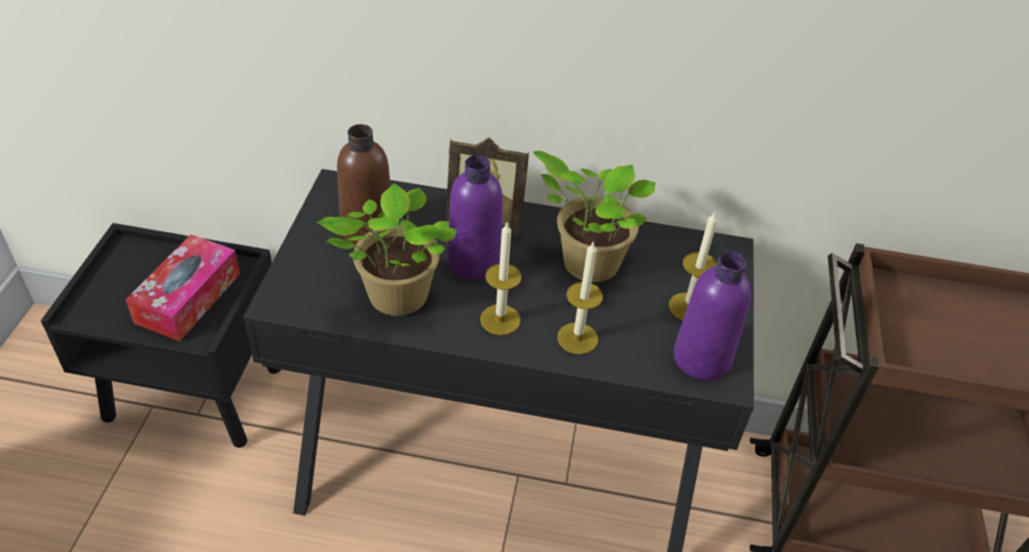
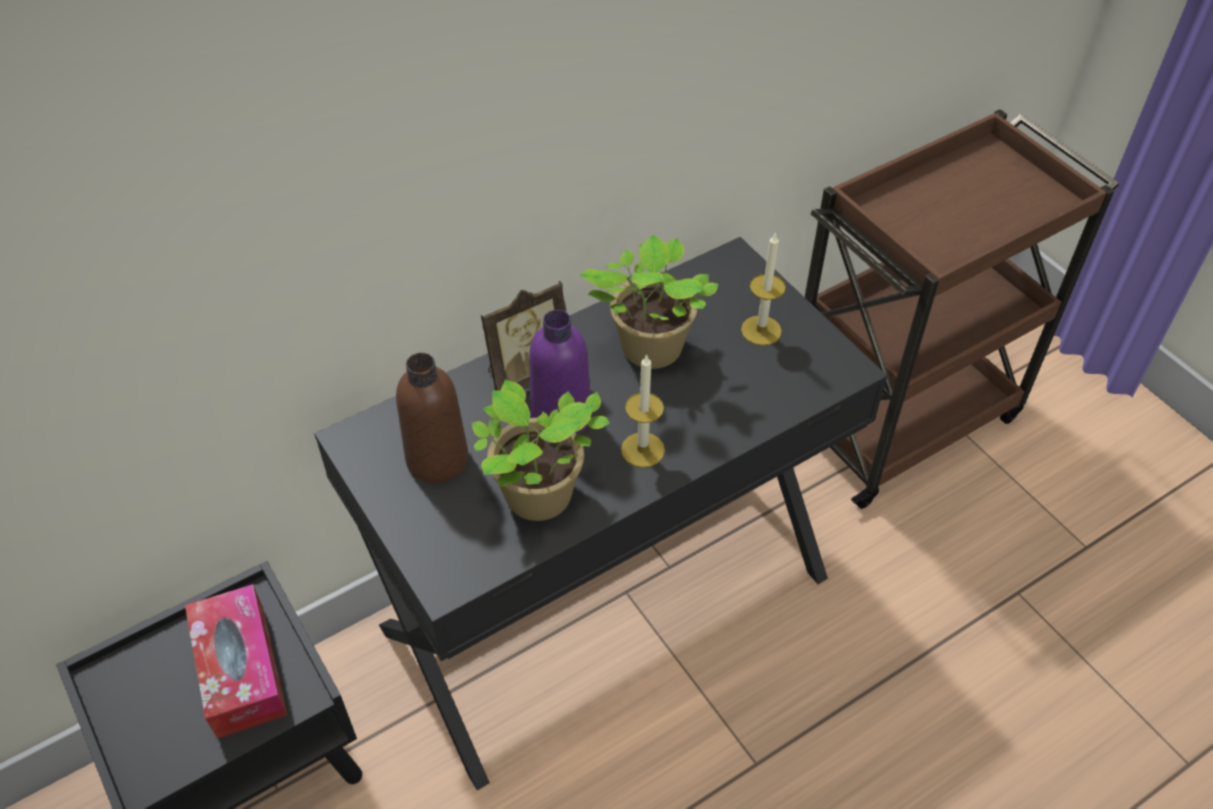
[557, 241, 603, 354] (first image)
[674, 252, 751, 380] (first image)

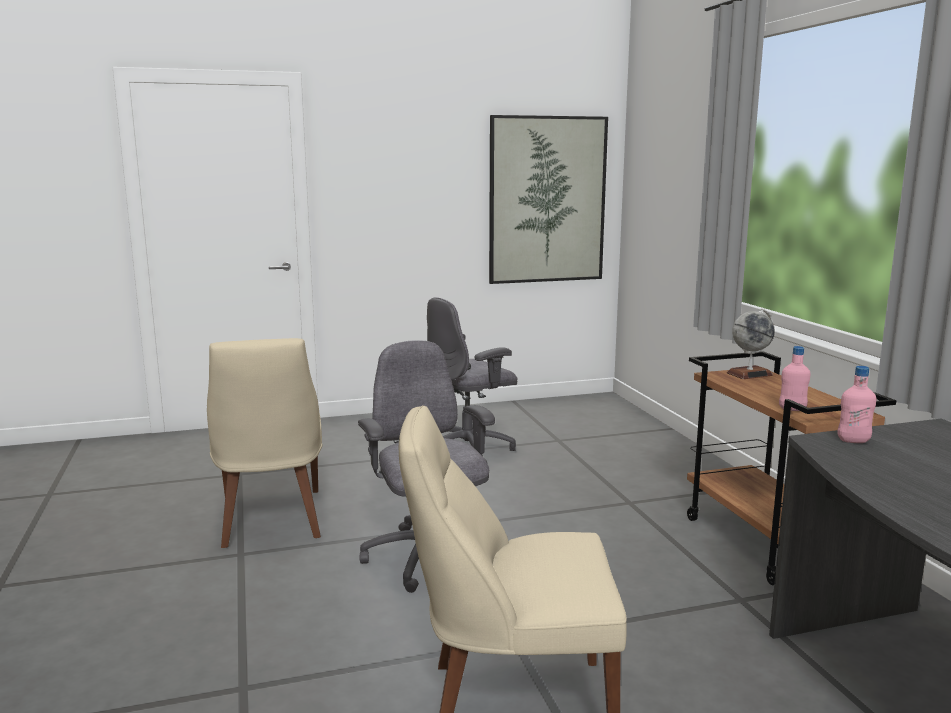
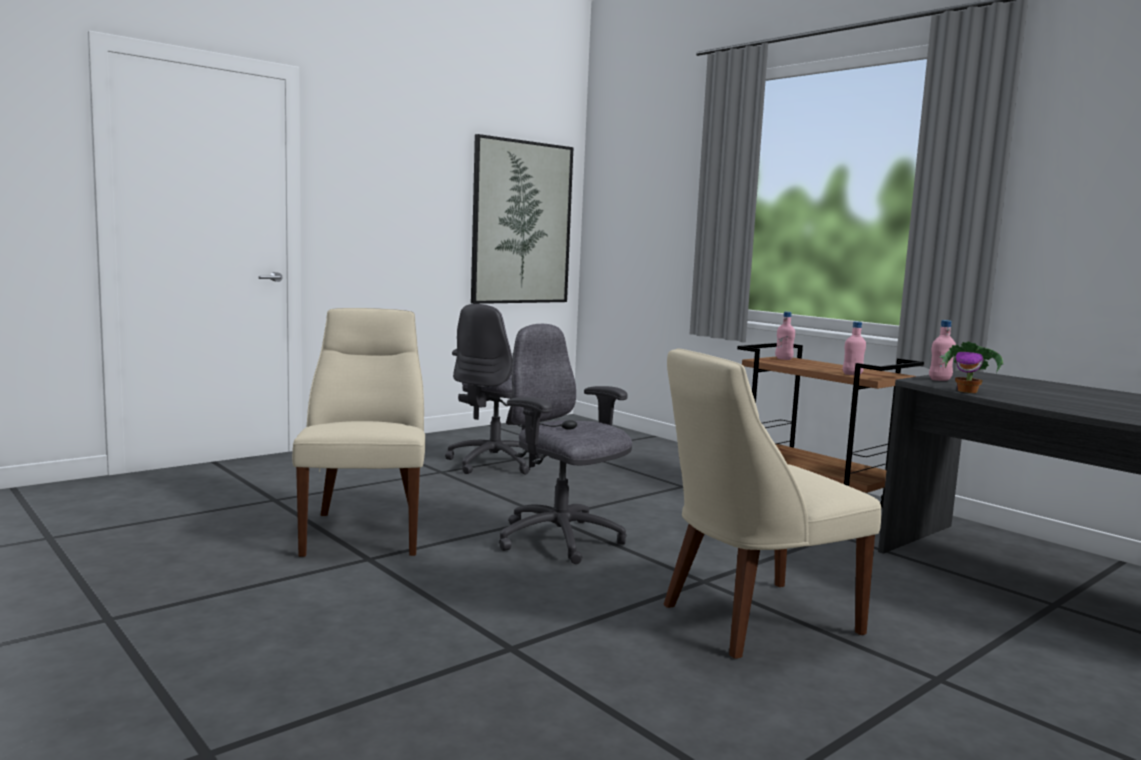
[775, 312, 795, 360]
[292, 308, 425, 557]
[940, 341, 1004, 393]

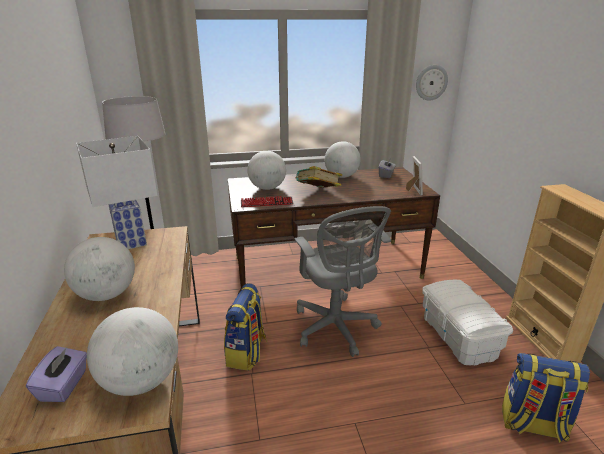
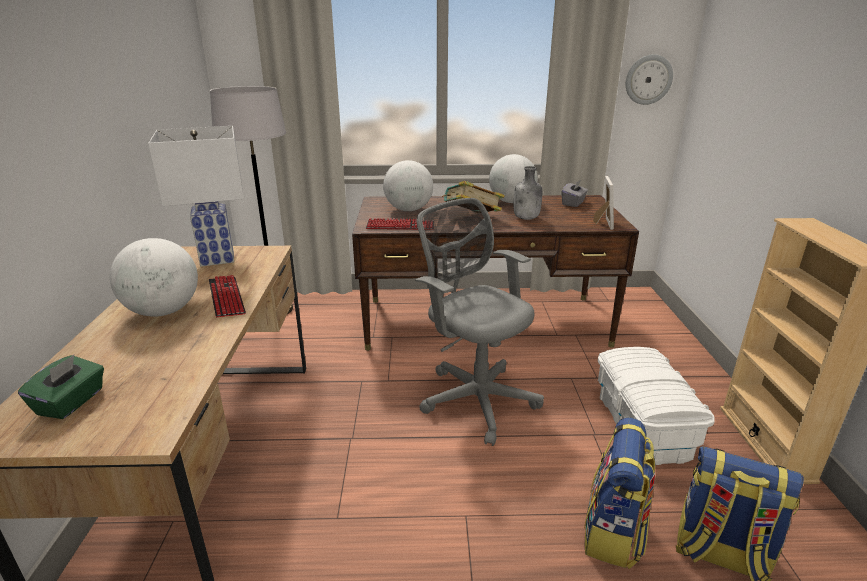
[415, 198, 544, 446]
[584, 417, 656, 569]
[87, 307, 178, 396] (first image)
[18, 355, 104, 419]
[514, 166, 542, 220]
[209, 275, 246, 317]

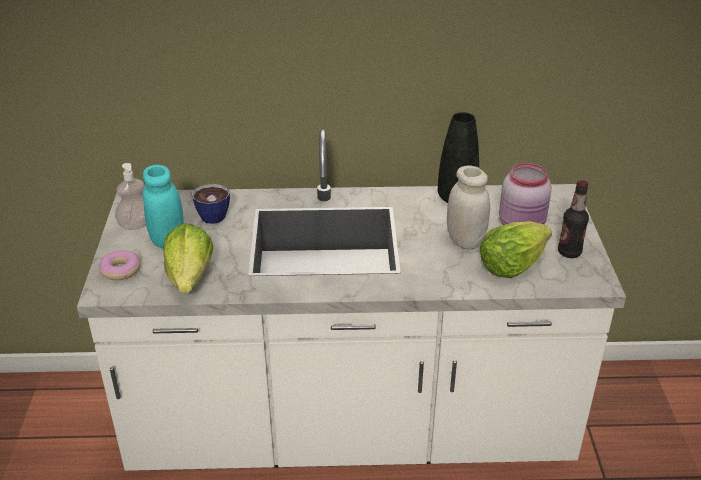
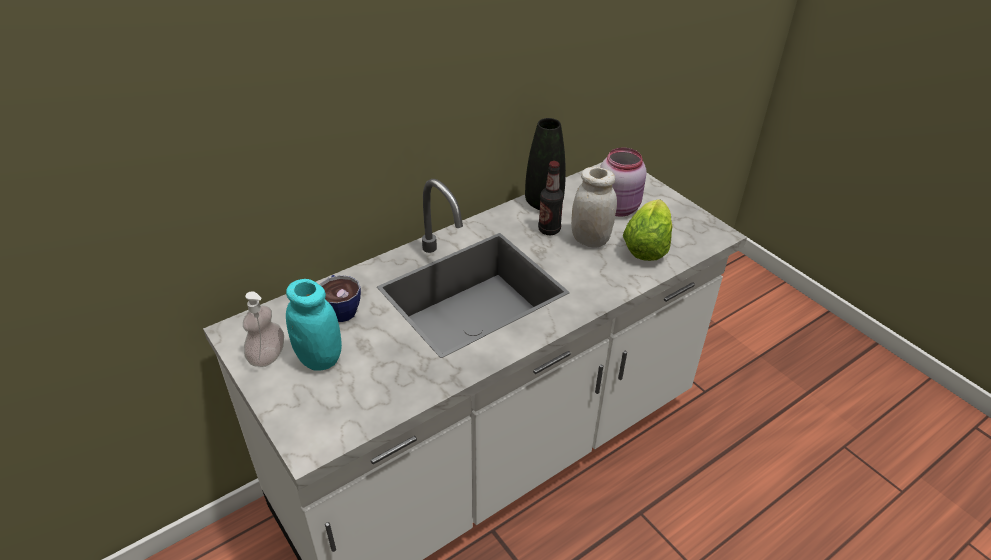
[538, 161, 564, 235]
[163, 223, 213, 293] (first image)
[99, 250, 140, 280] (first image)

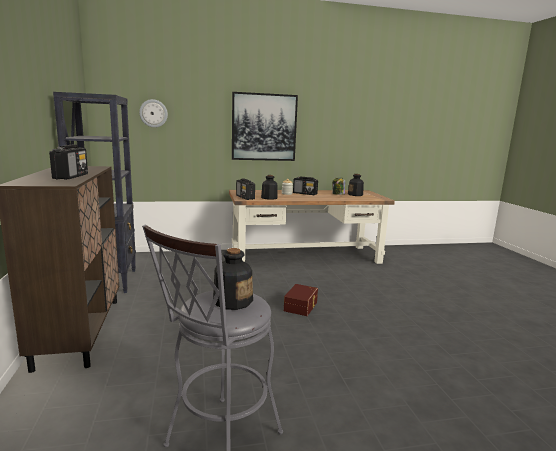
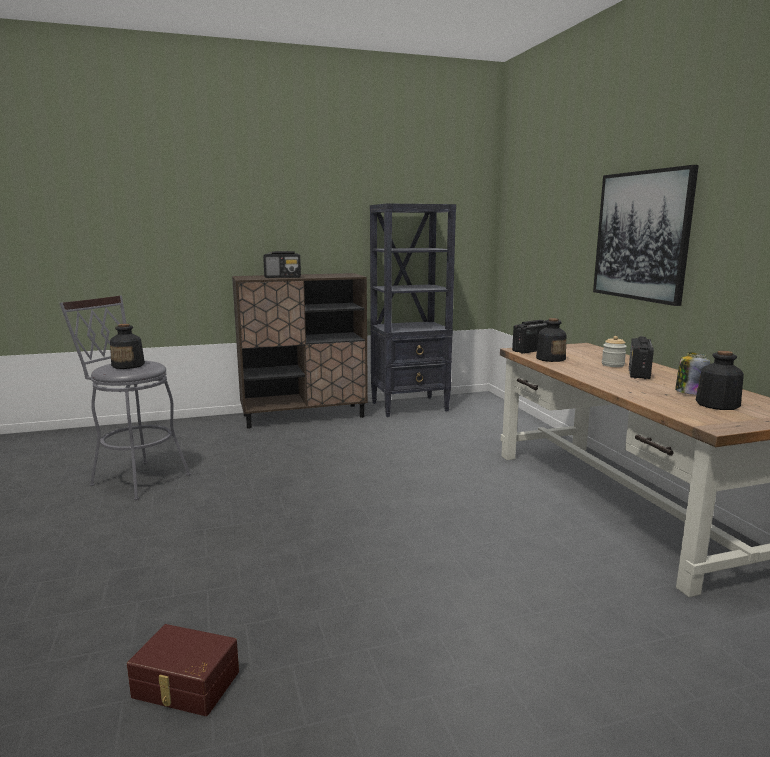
[139, 99, 168, 128] (first image)
[127, 624, 239, 716]

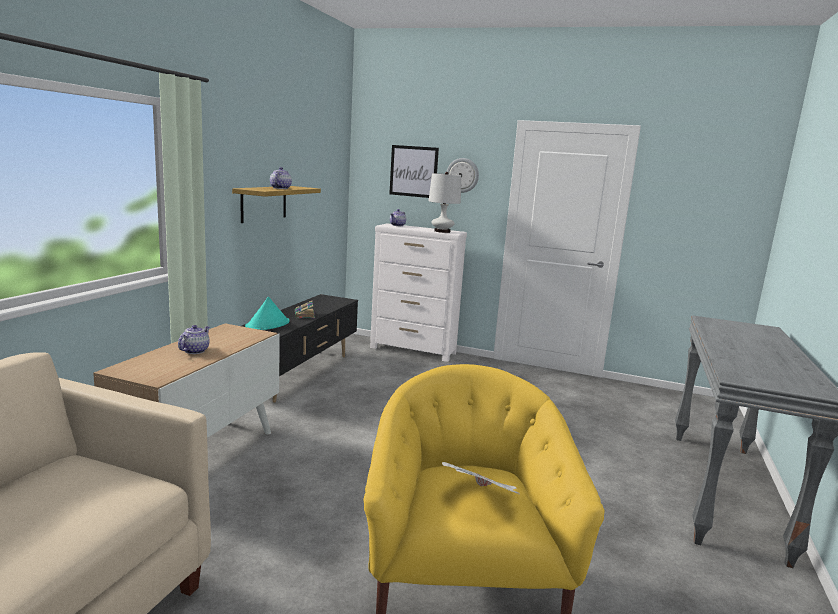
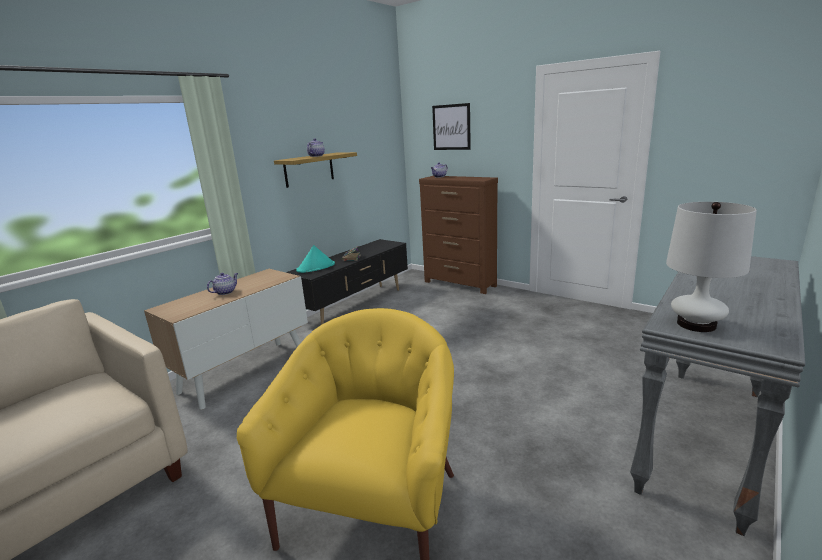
[447, 158, 479, 193] (first image)
[666, 202, 757, 332]
[419, 176, 498, 294]
[442, 462, 520, 495] (first image)

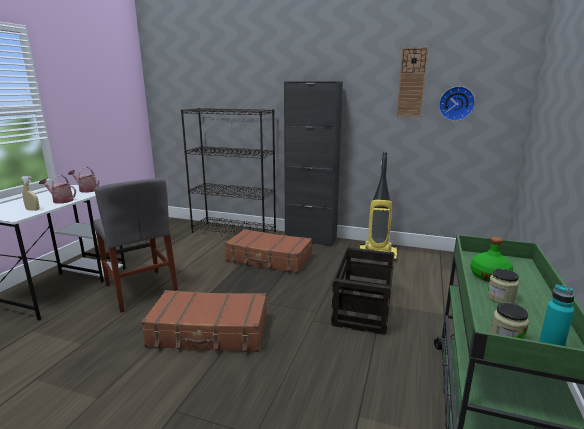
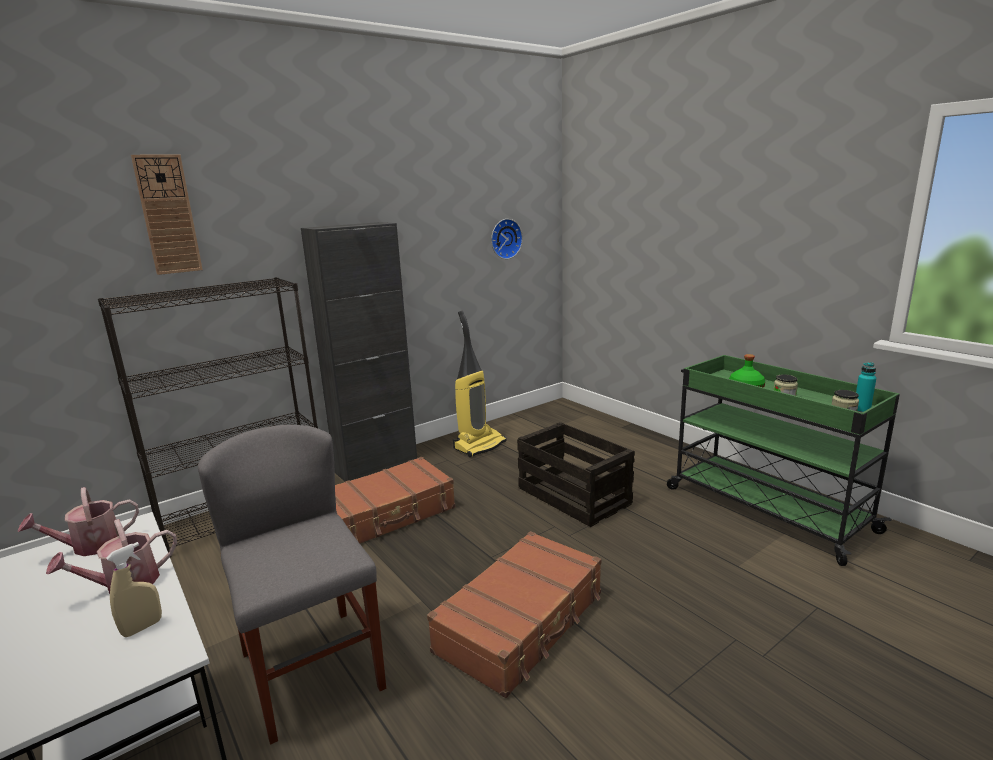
[131, 155, 203, 275]
[198, 425, 386, 745]

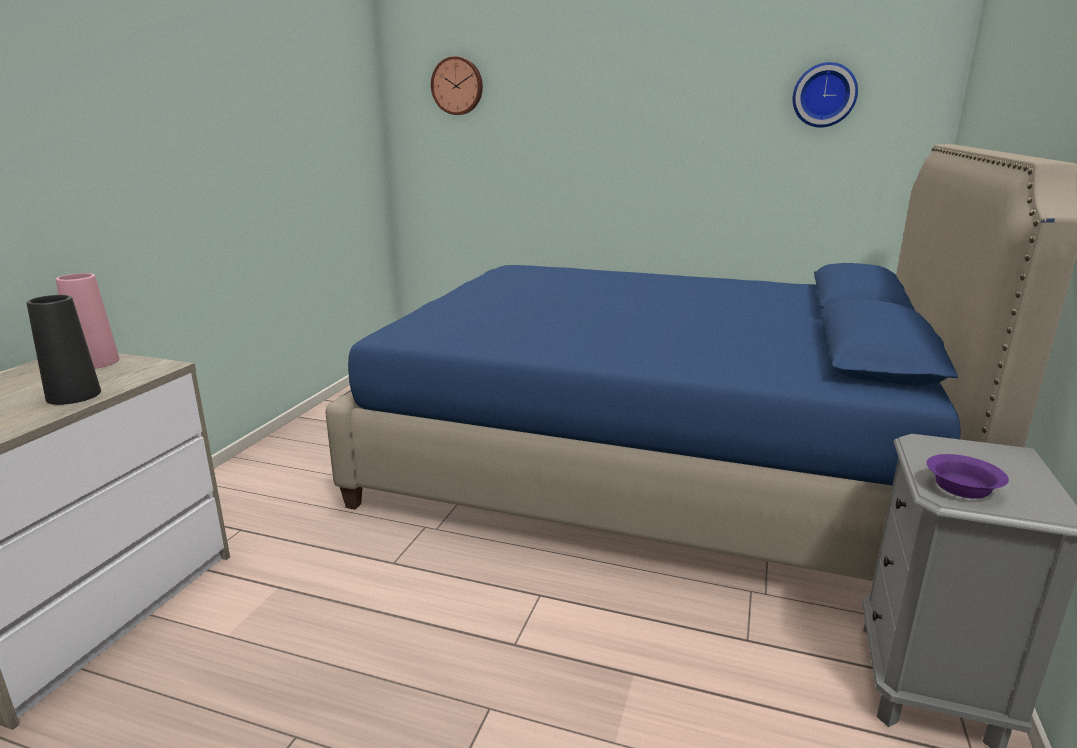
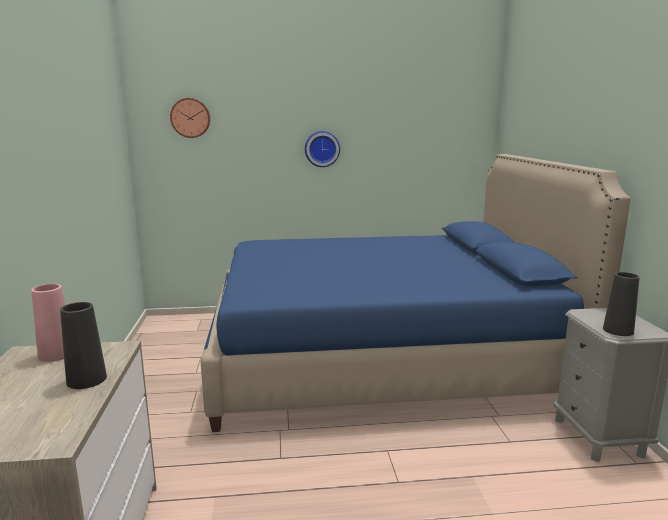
[305, 131, 340, 167]
[603, 272, 640, 336]

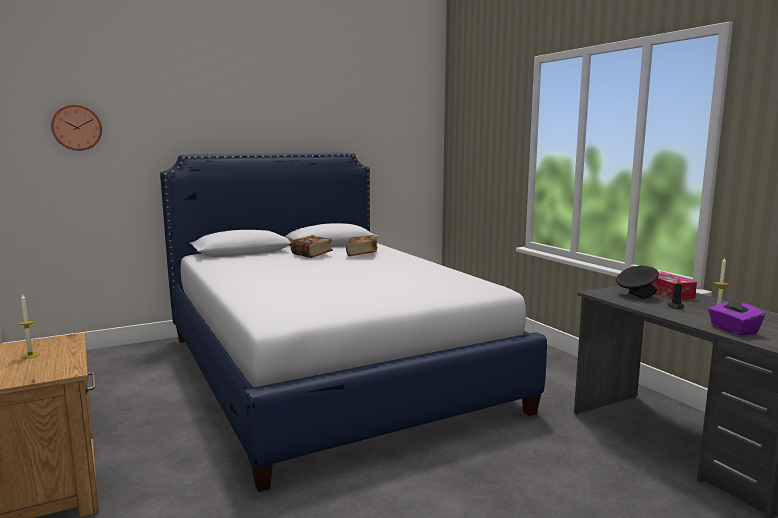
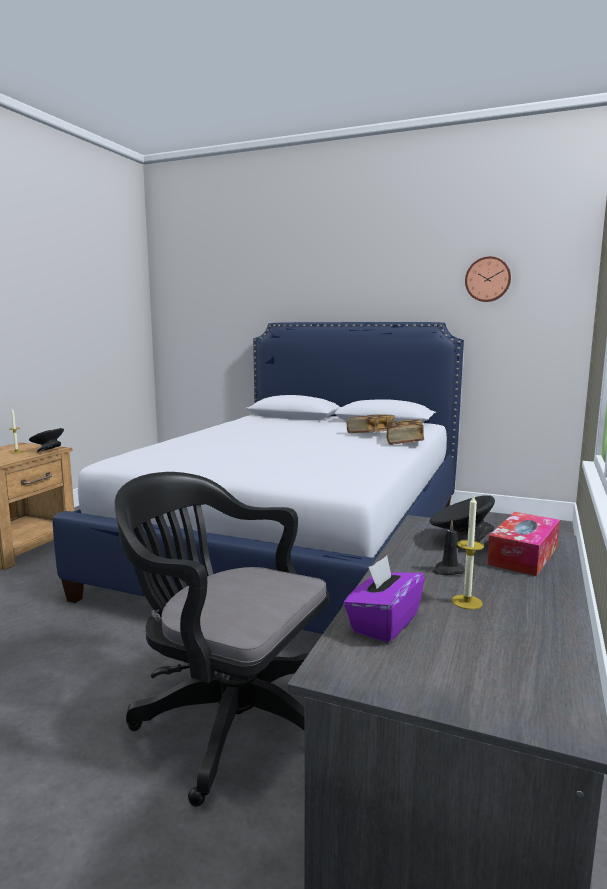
[465, 256, 511, 302]
[387, 420, 424, 445]
[29, 428, 64, 452]
[114, 472, 329, 807]

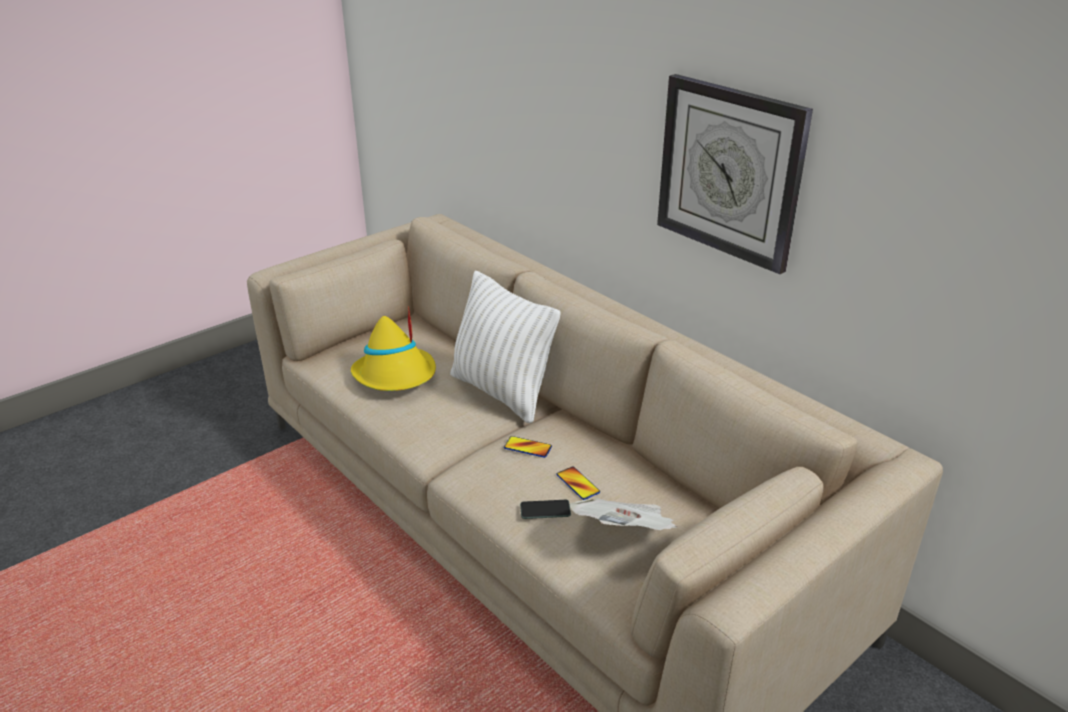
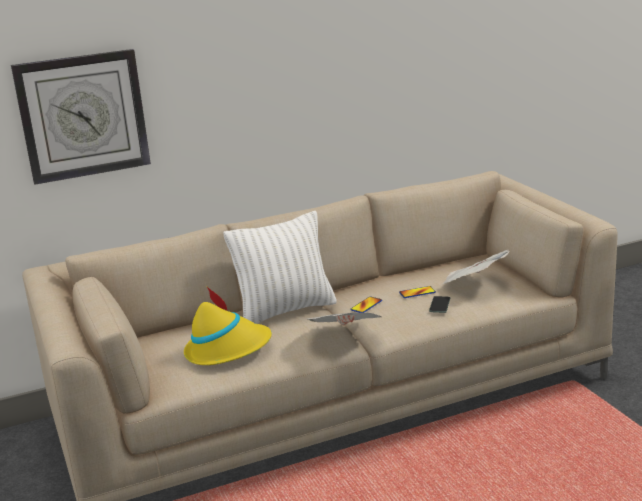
[11, 49, 151, 184]
[305, 313, 382, 325]

